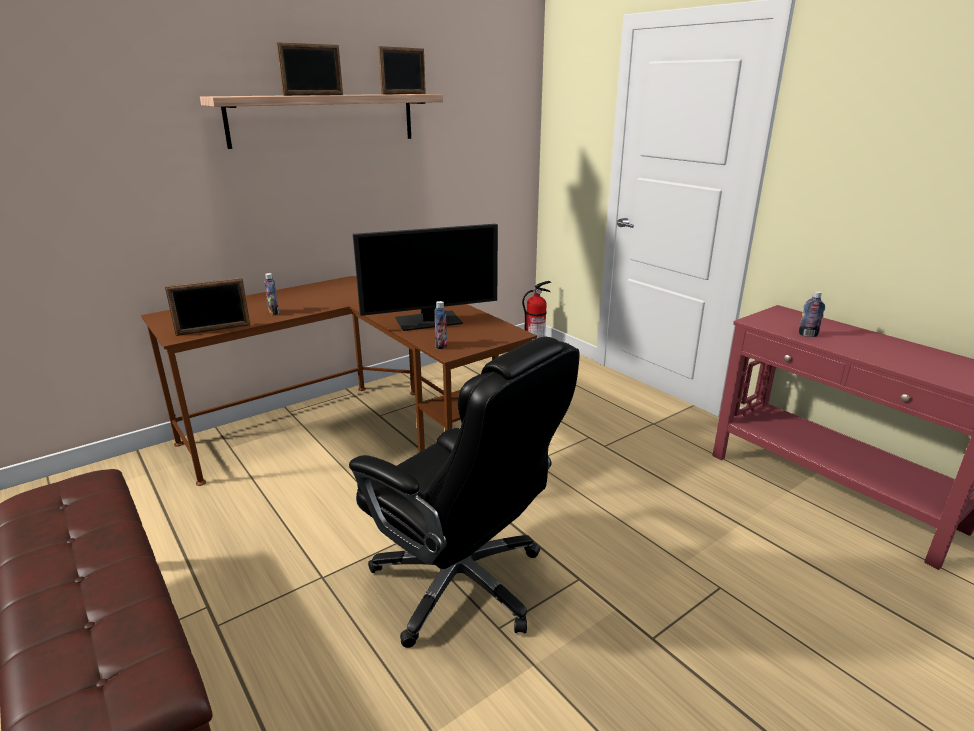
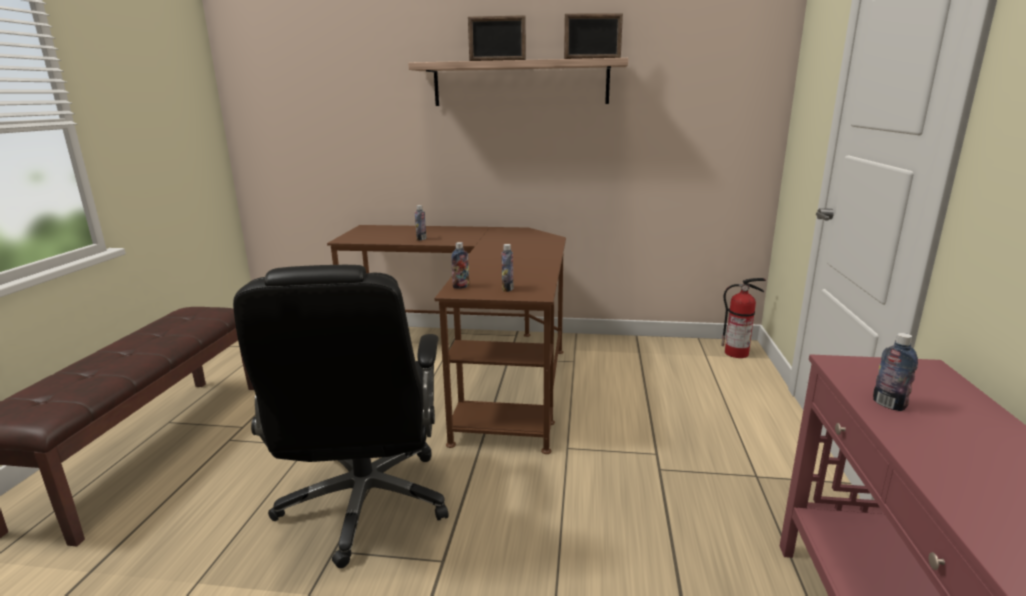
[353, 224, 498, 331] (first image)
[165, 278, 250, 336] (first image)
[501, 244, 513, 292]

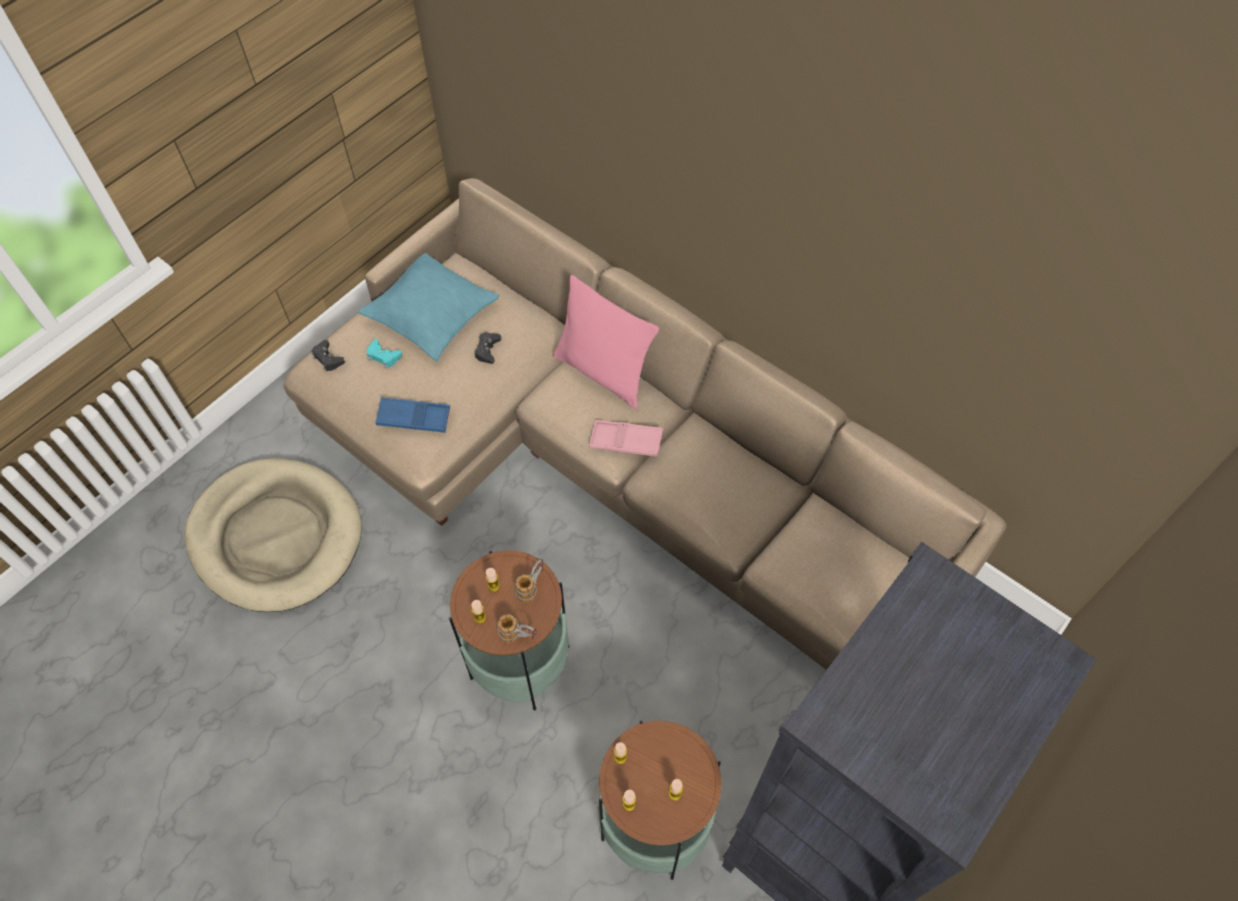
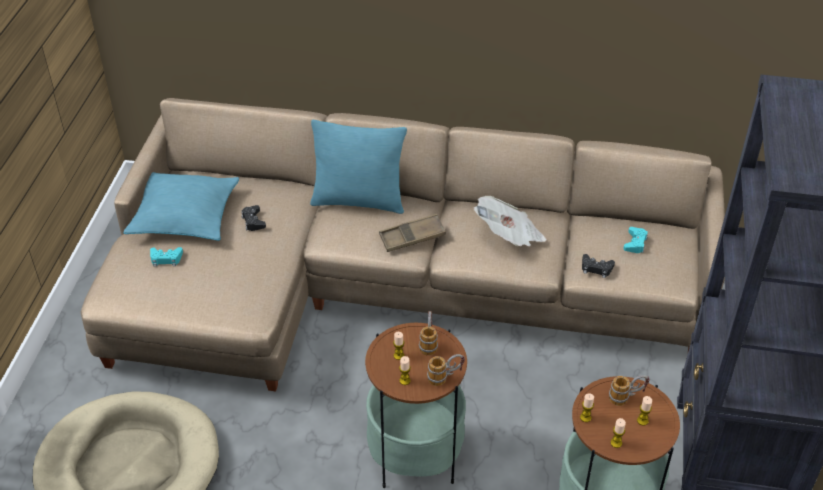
[310, 120, 407, 214]
[582, 254, 615, 278]
[376, 397, 450, 433] (first image)
[379, 214, 446, 252]
[473, 195, 546, 246]
[623, 227, 648, 253]
[609, 375, 650, 406]

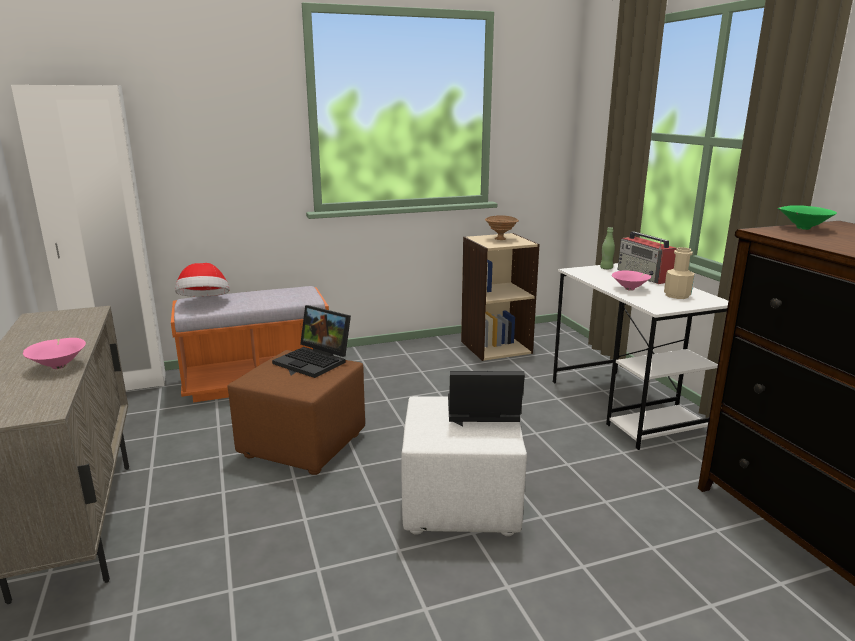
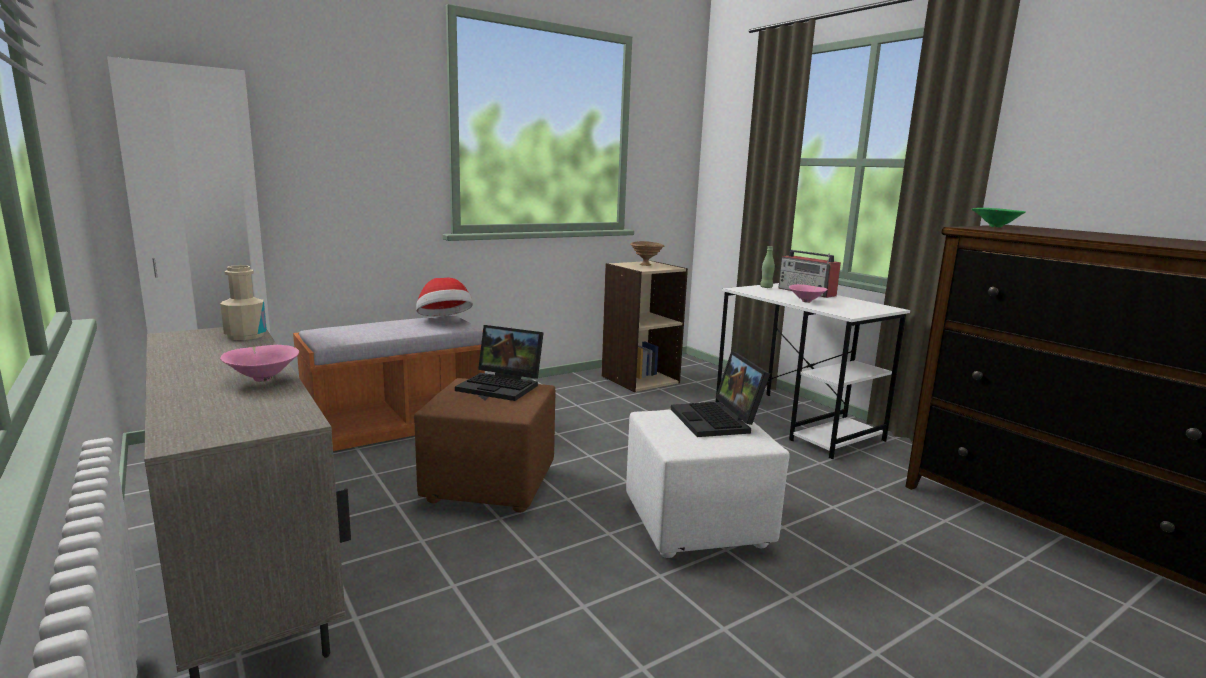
[220, 265, 267, 340]
[416, 278, 473, 316]
[671, 351, 770, 437]

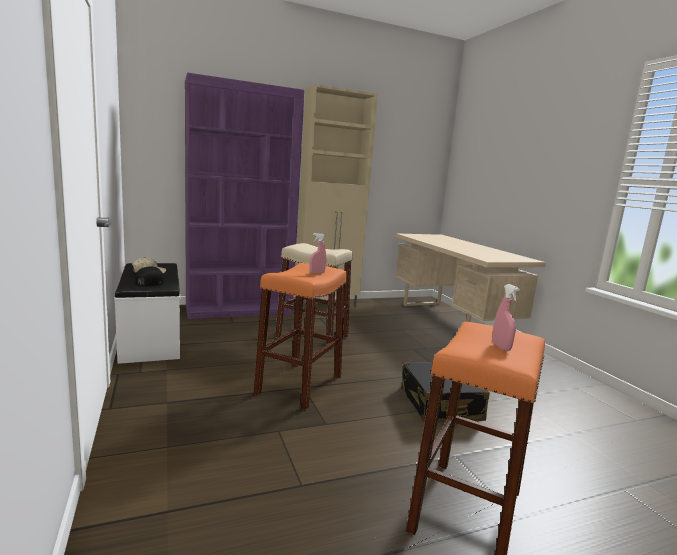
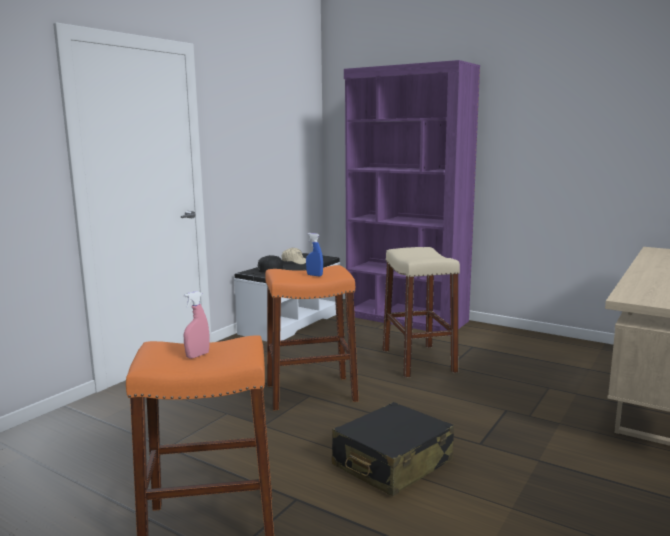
[296, 84, 378, 308] (first image)
[306, 233, 323, 276]

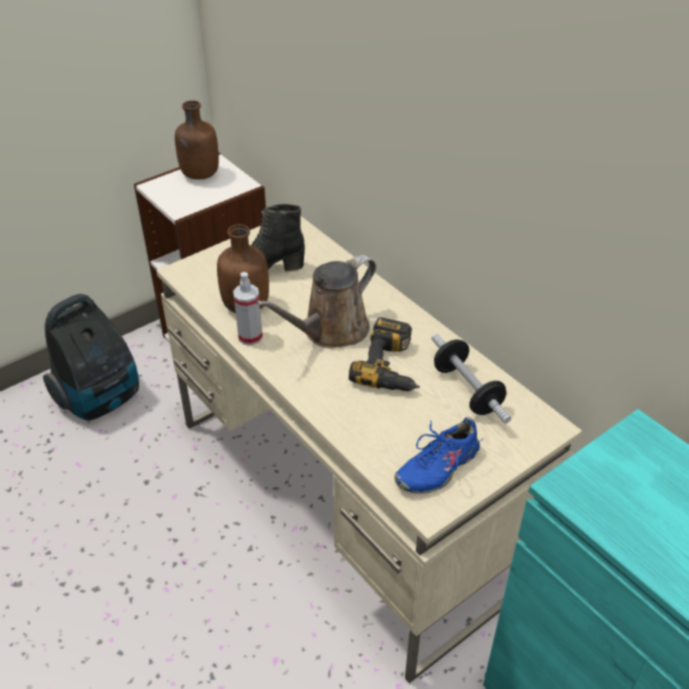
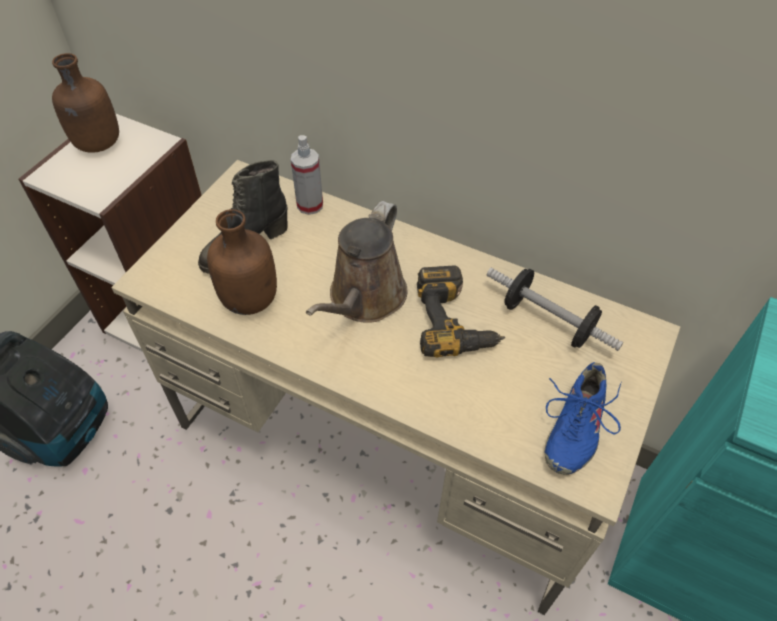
[291, 135, 323, 215]

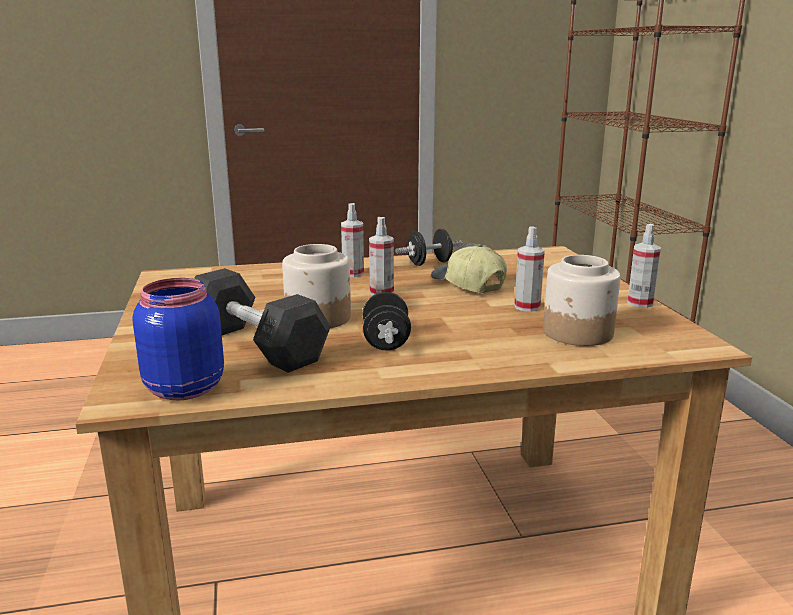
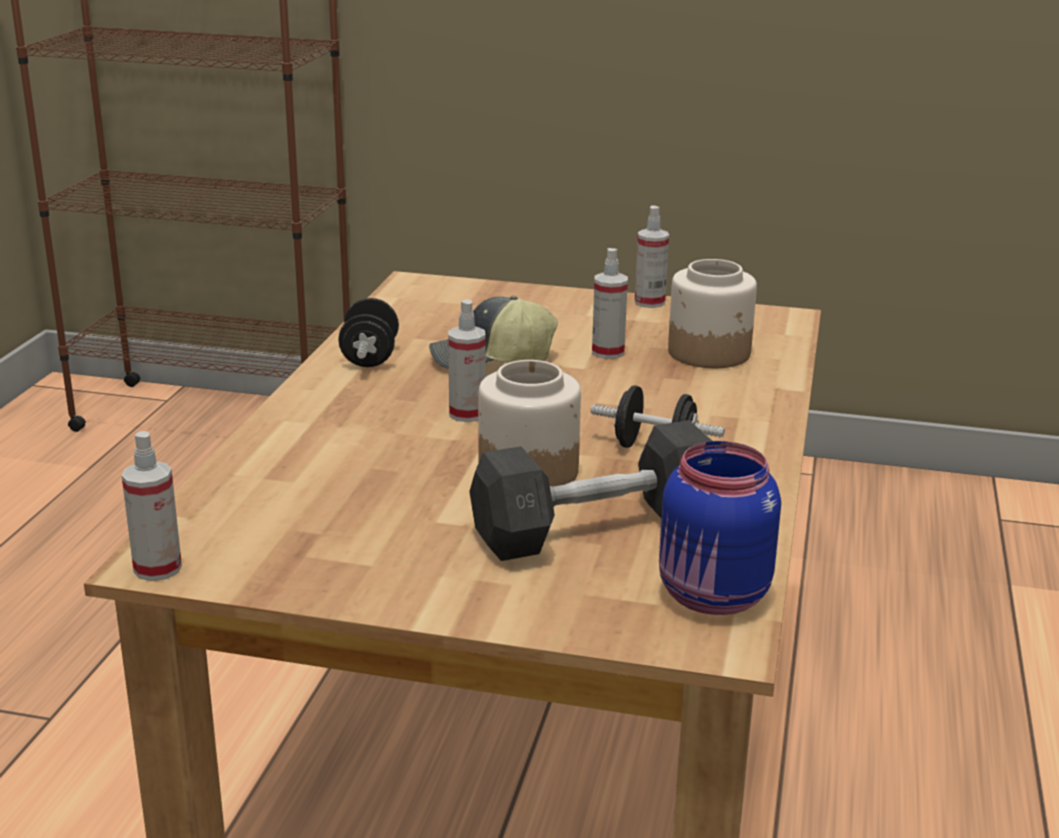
[122, 431, 182, 581]

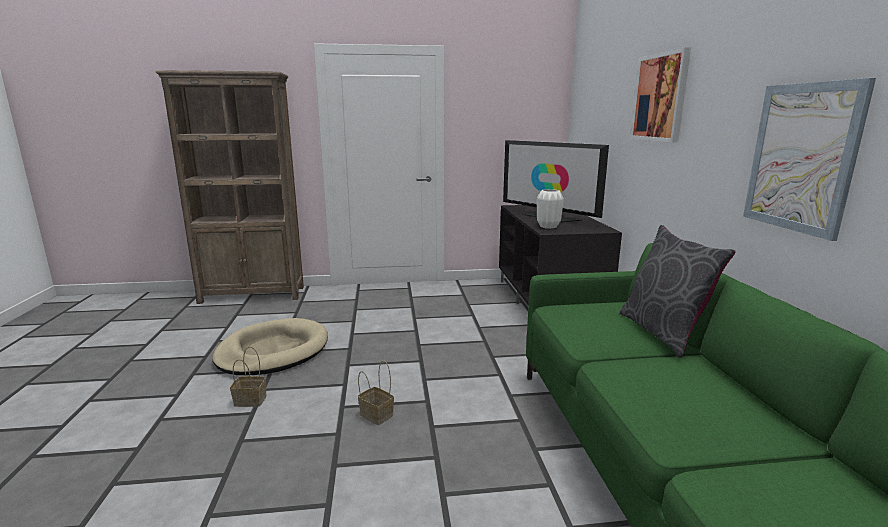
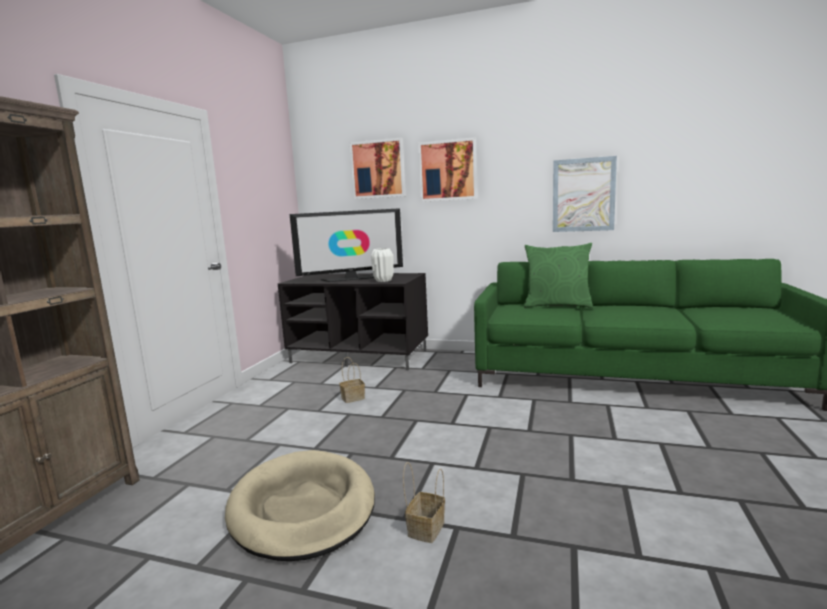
[524, 243, 593, 308]
[339, 357, 365, 403]
[349, 138, 406, 199]

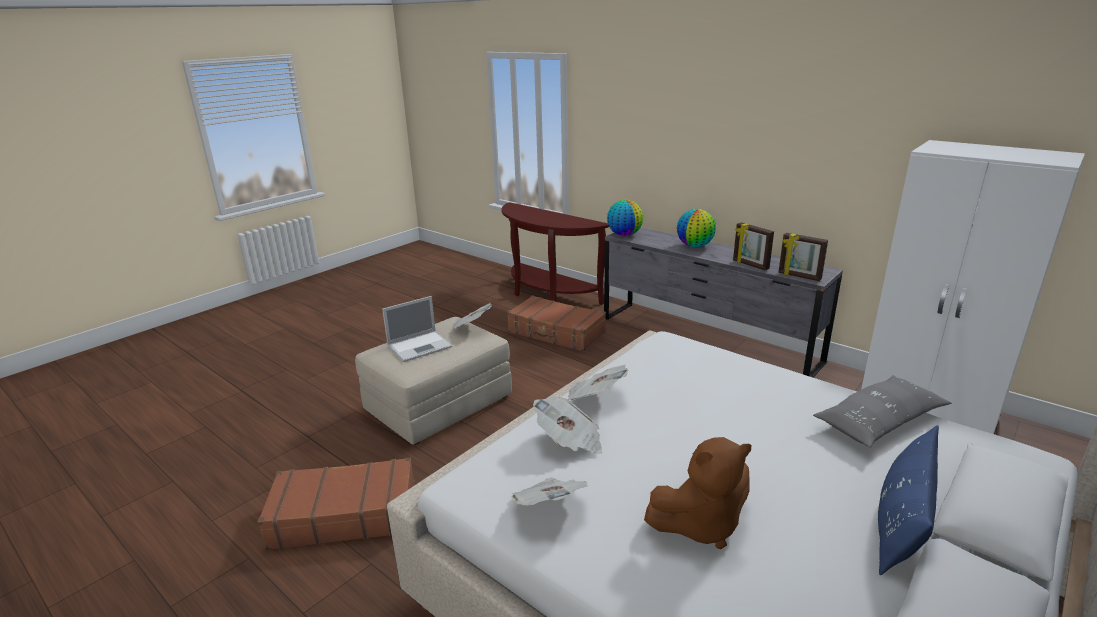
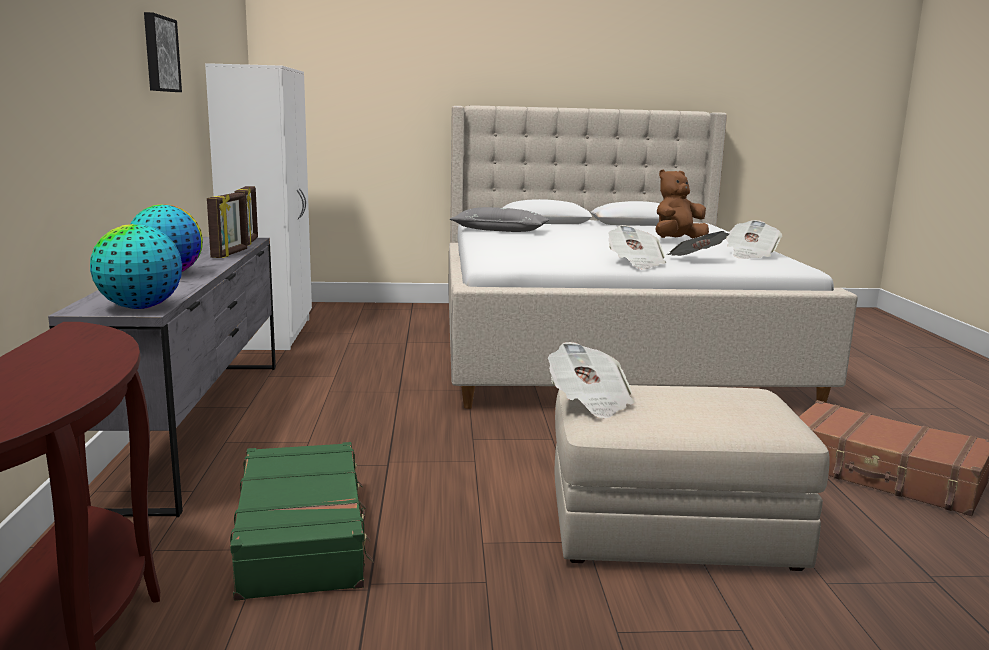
[230, 442, 373, 601]
[382, 296, 452, 362] (first image)
[878, 425, 939, 575] (first image)
[655, 170, 709, 239]
[144, 12, 182, 92]

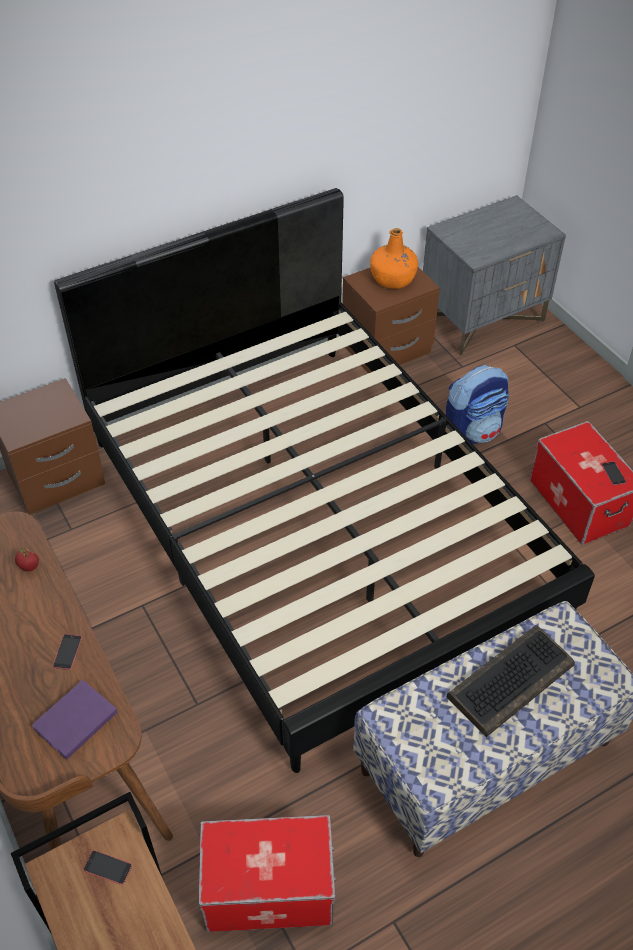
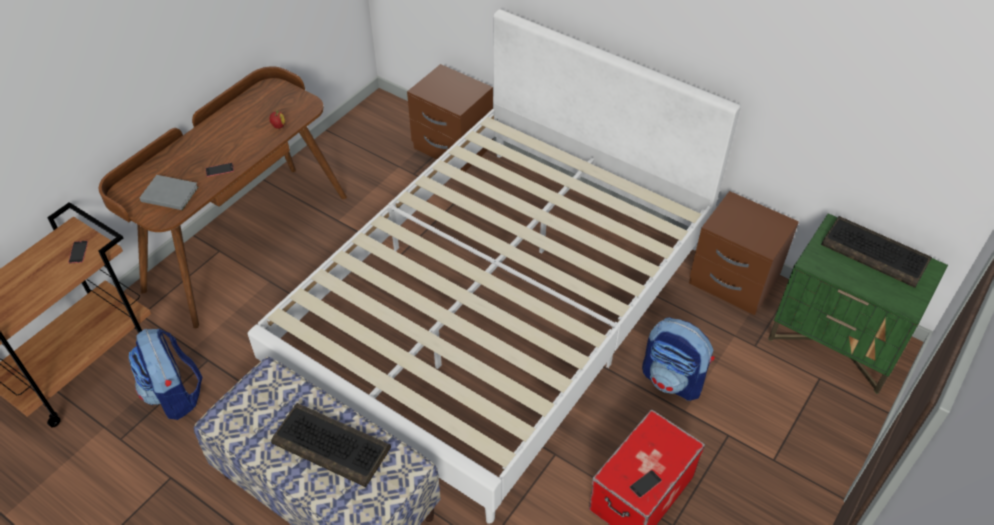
[248, 9, 741, 524]
[768, 213, 948, 394]
[370, 228, 418, 289] (first image)
[140, 175, 198, 210]
[129, 329, 202, 420]
[821, 216, 932, 288]

